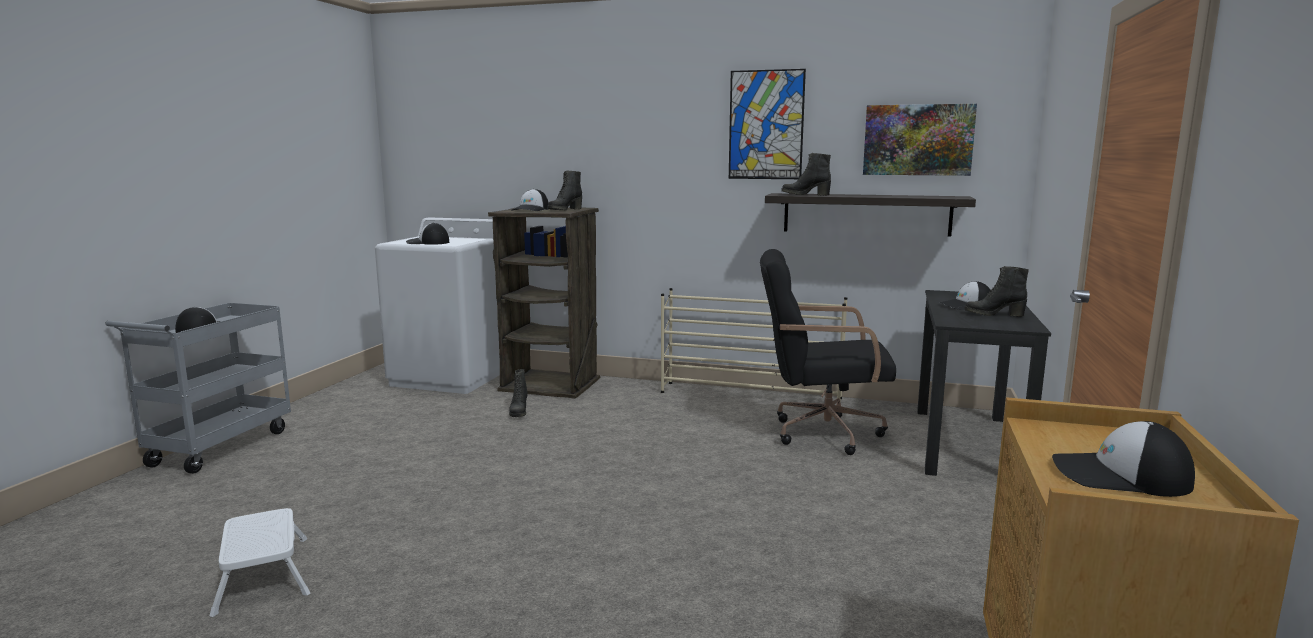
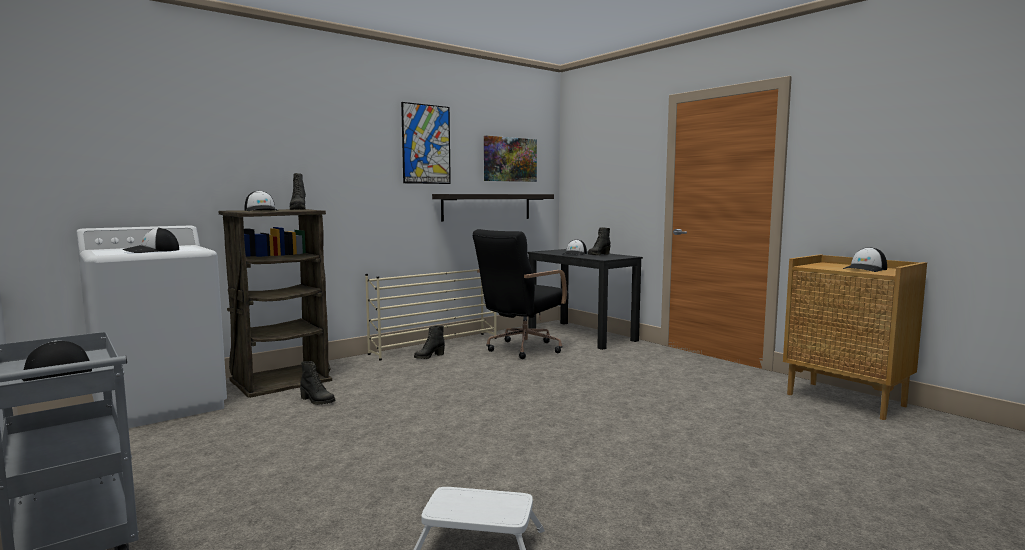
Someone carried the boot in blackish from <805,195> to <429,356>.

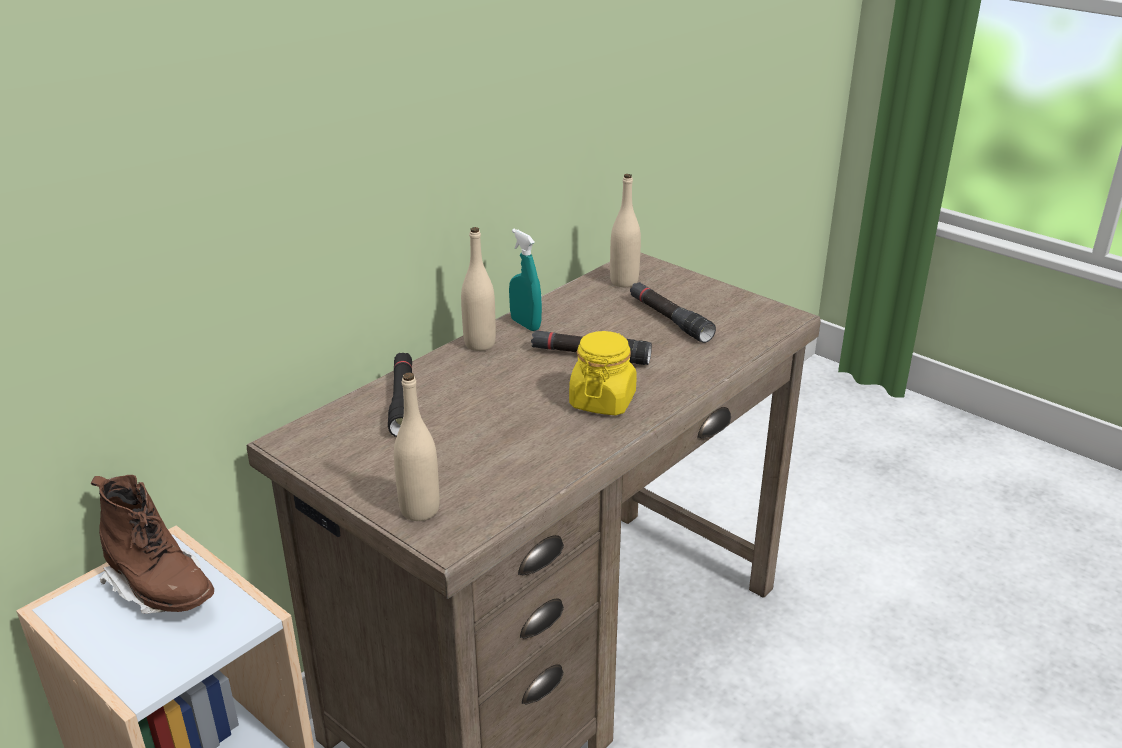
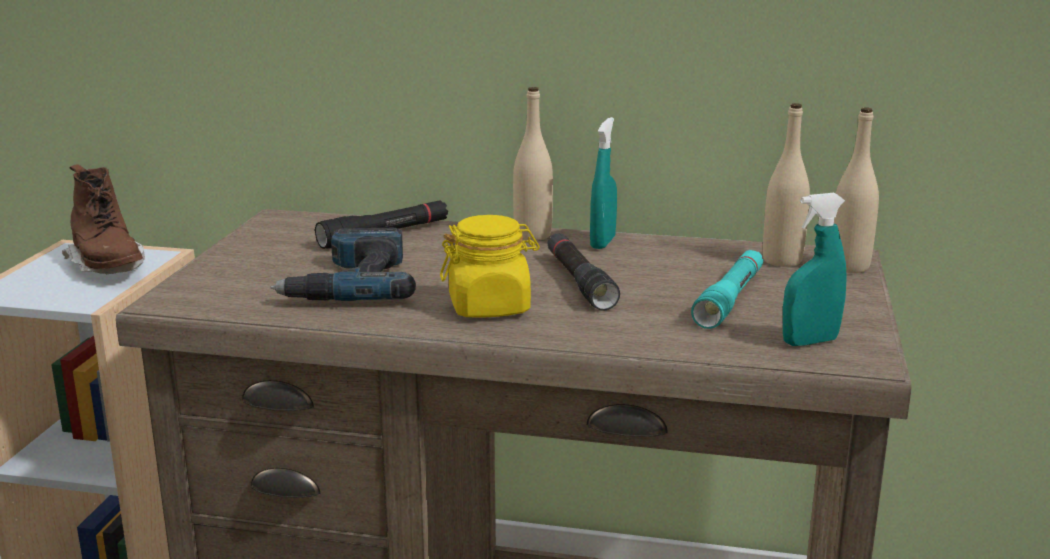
Someone repainted the flashlight in blackish at <669,319>, which became the flashlight in turquoise at <730,300>. Someone carried the drink bottle in beige from <419,510> to <849,267>. Someone rotated the boot in brown-coloured at <160,588> by 45 degrees counterclockwise. Someone put down the hand sprayer in turquoise at <810,341>. Someone put down the power drill at <350,283>.

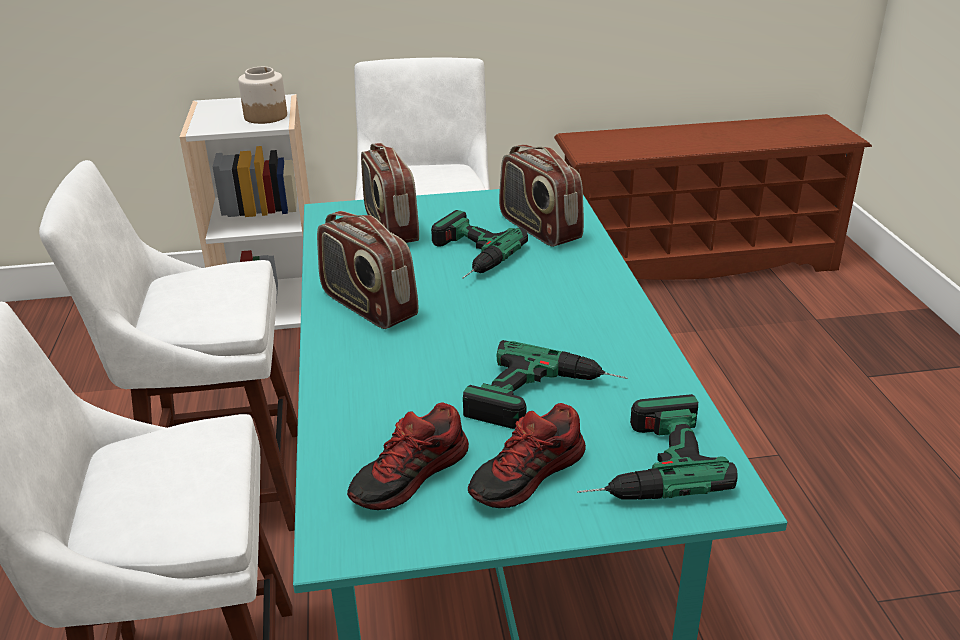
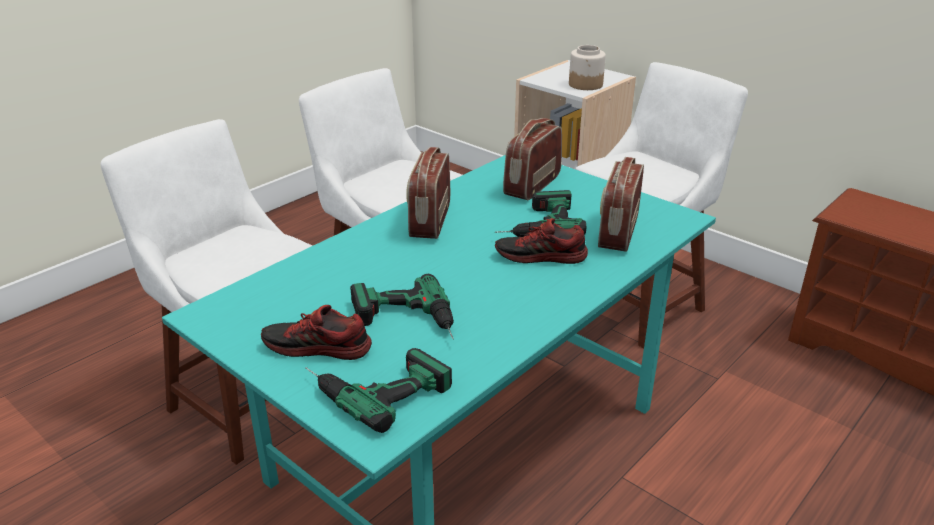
Someone carried the item of footwear from <410,476> to <541,257>.

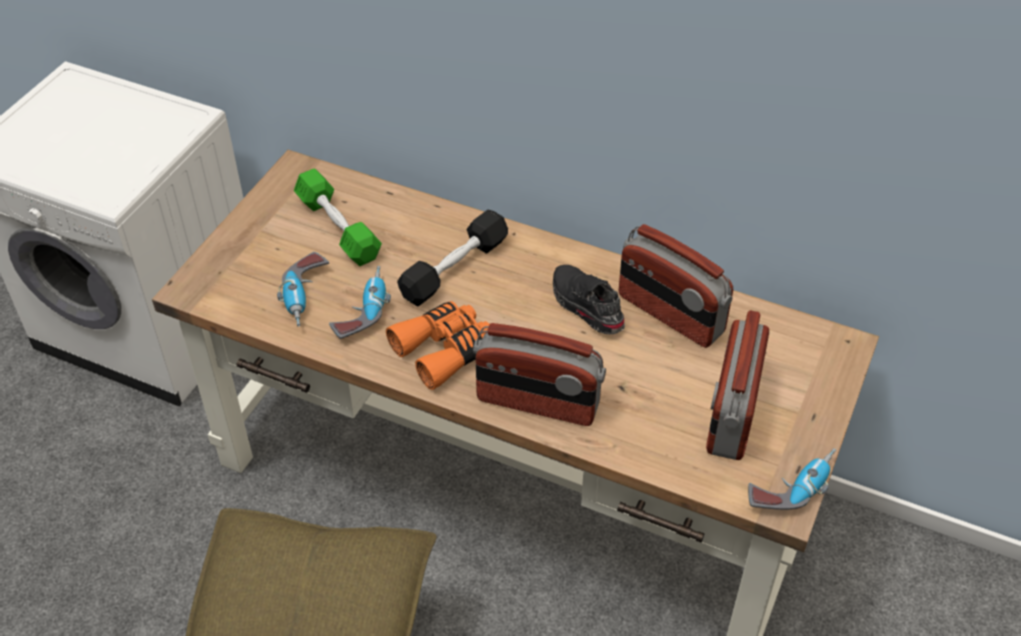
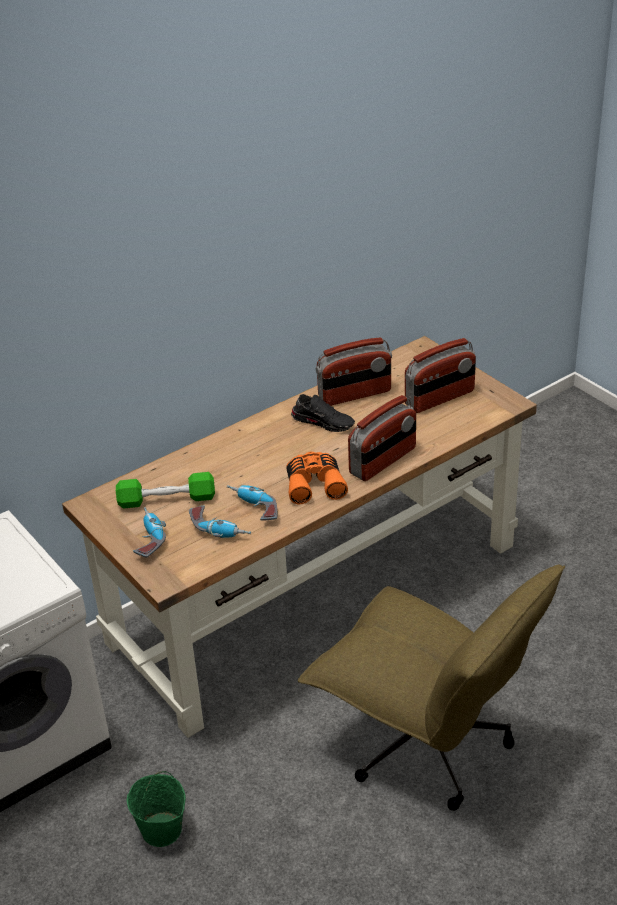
Someone took away the free weight in blackish at <454,269>. Someone rotated the item of footwear in blackish at <585,307> by 150 degrees counterclockwise. Someone rotated the radio receiver at <731,412> by 75 degrees counterclockwise. Someone carried the power drill from <792,486> to <148,539>. Someone put down the pail in green at <162,830>.

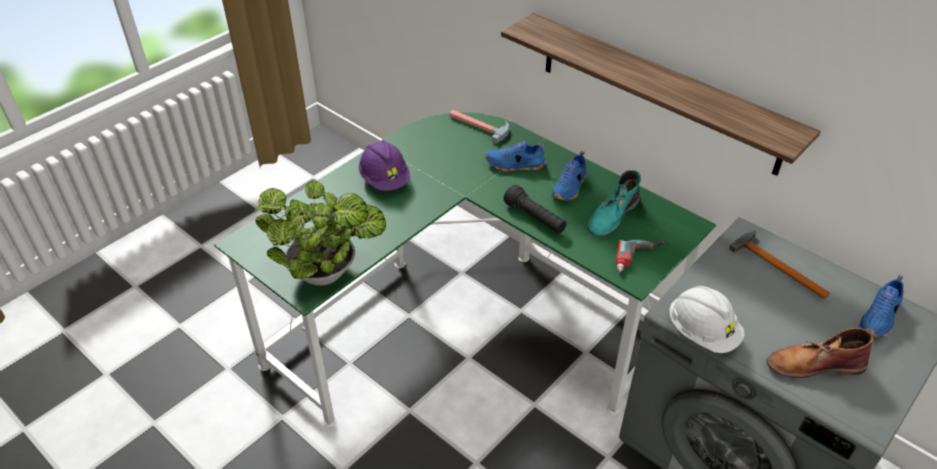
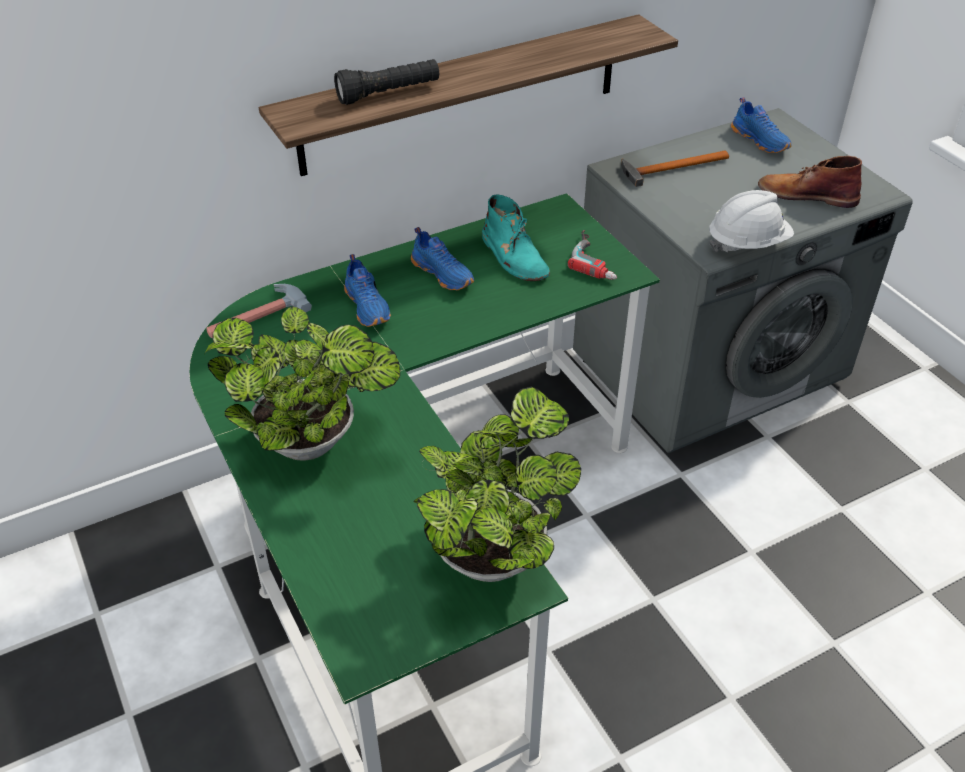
Someone swapped the safety helmet in purplish at <385,180> for the plant in a pot at <314,443>. Someone rotated the item of footwear in bluish at <515,165> by 45 degrees counterclockwise. Someone carried the flashlight in blackish from <535,218> to <389,94>. Someone rotated the boot in brown-coloured at <814,364> by 90 degrees clockwise.

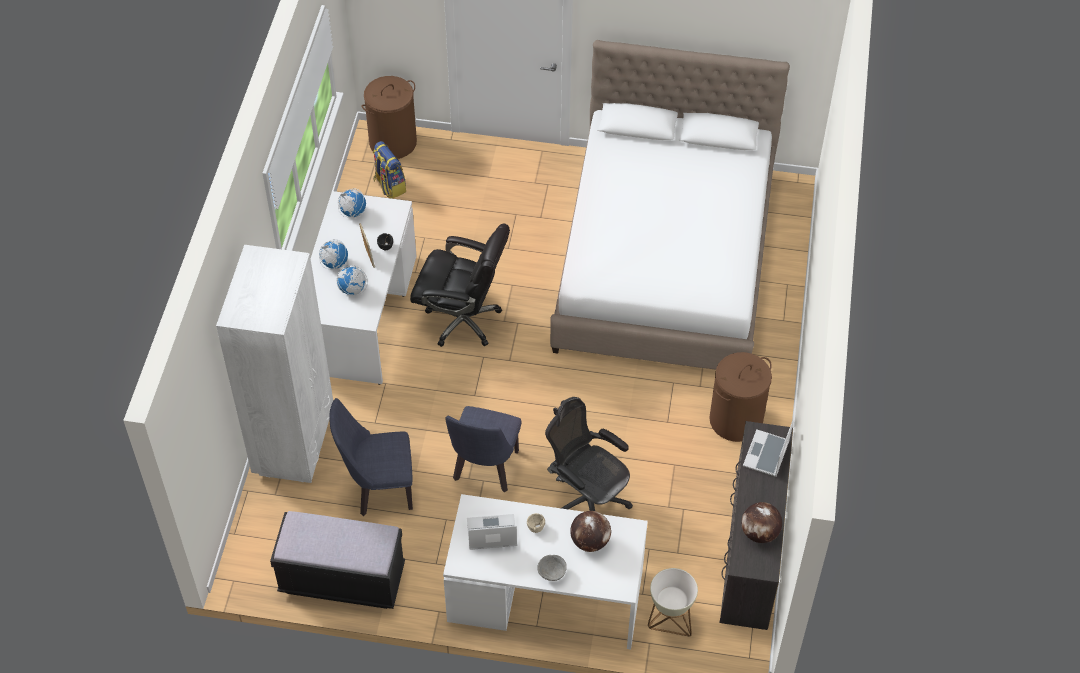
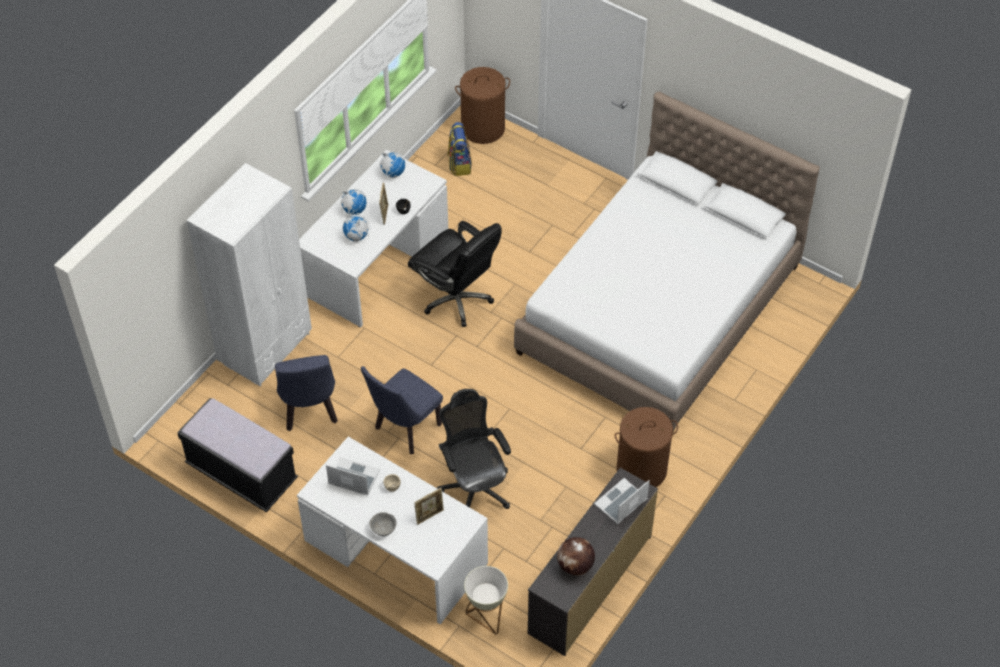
Someone rotated the plain chair in bluish at <378,490> by 120 degrees counterclockwise. Someone swapped the desk globe at <590,541> for the photo frame at <429,516>.

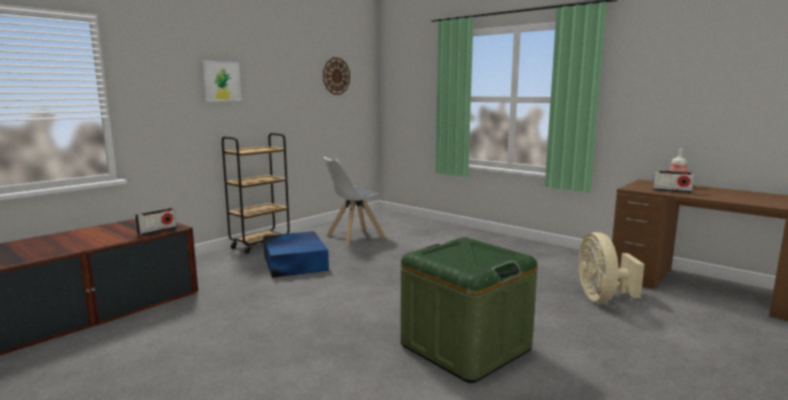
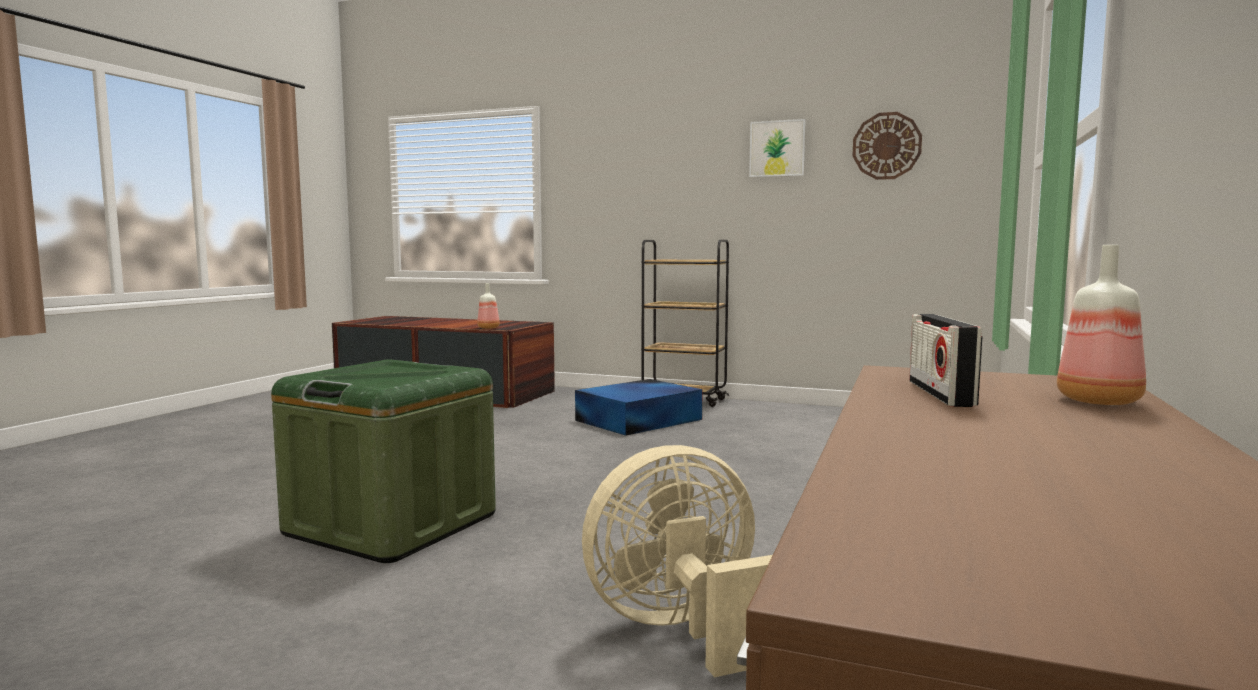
Someone carried the wall picture from <221,81> to <777,148>. Someone took away the plain chair at <354,237>. Someone swapped the radio receiver at <157,231> for the drink bottle at <489,328>.

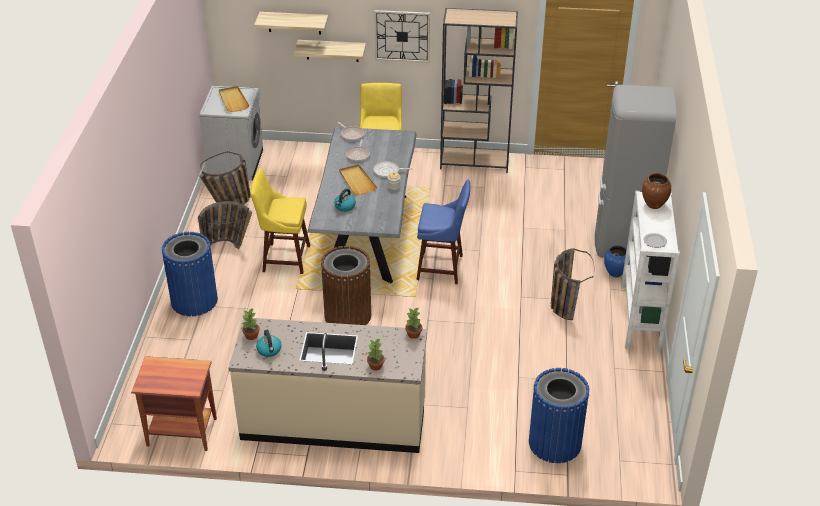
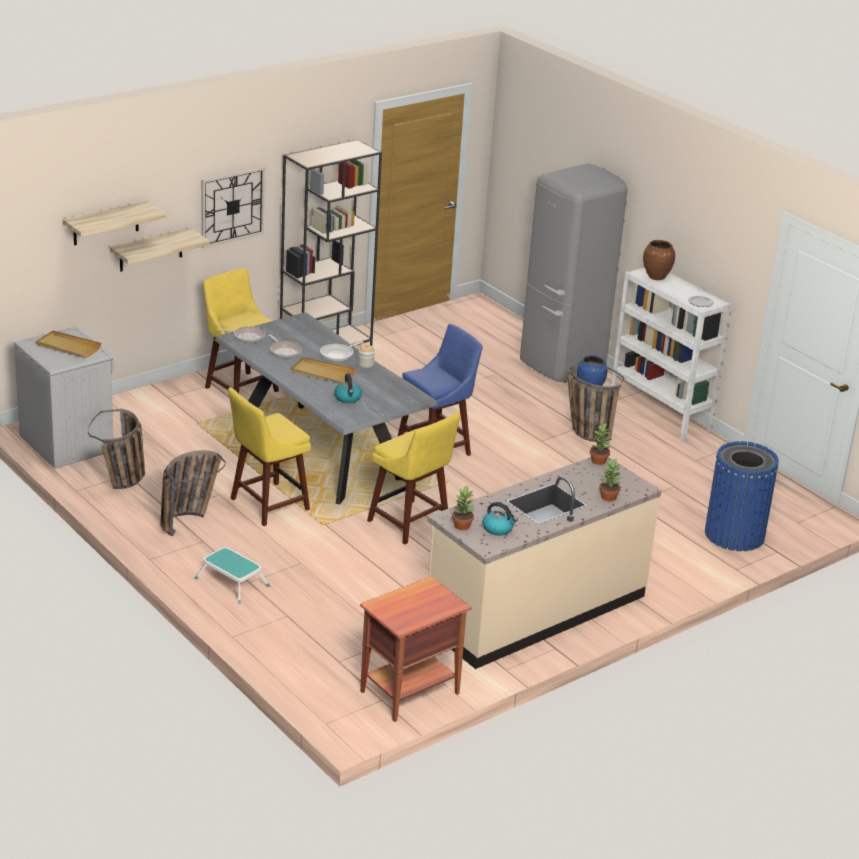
Someone swapped the rubbish bin in bluish at <194,300> for the step ladder in turquoise at <232,582>. Someone swapped the rubbish bin in brown-coloured at <347,315> for the plain chair in yellow at <411,524>.

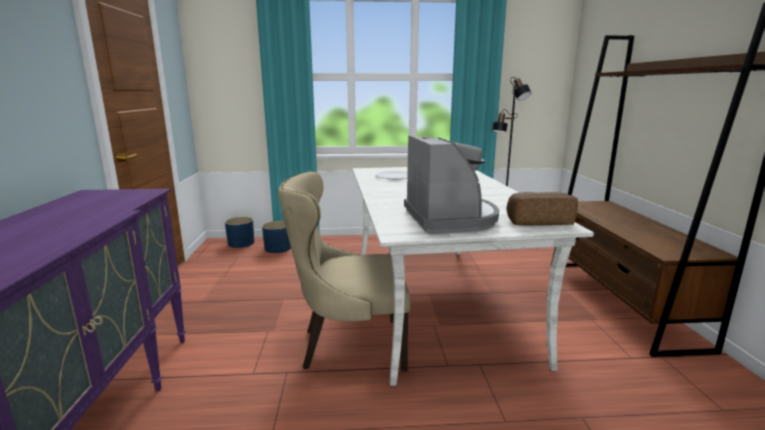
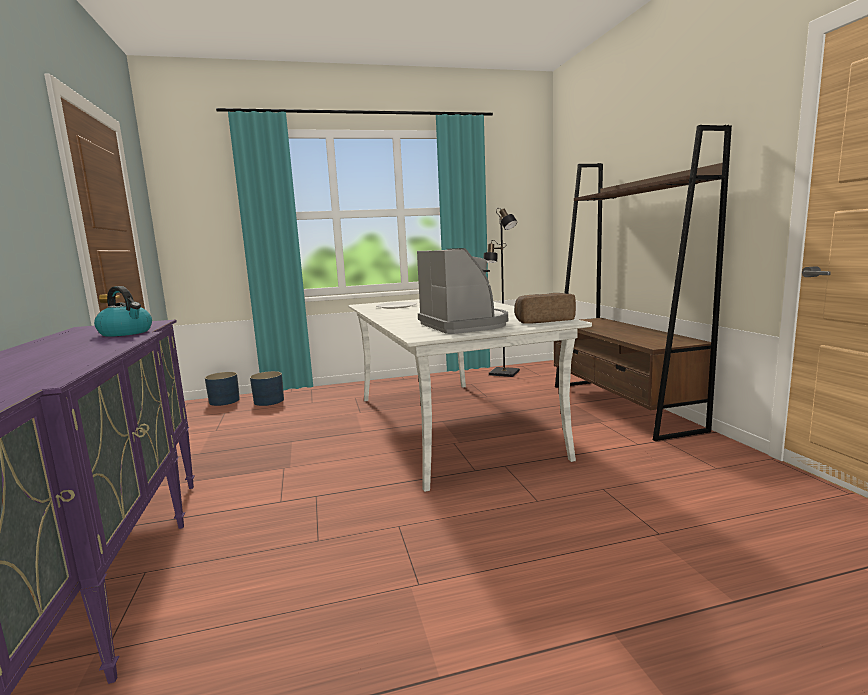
Someone took away the plain chair in beige at <349,346>. Someone put down the water kettle at <126,333>.

